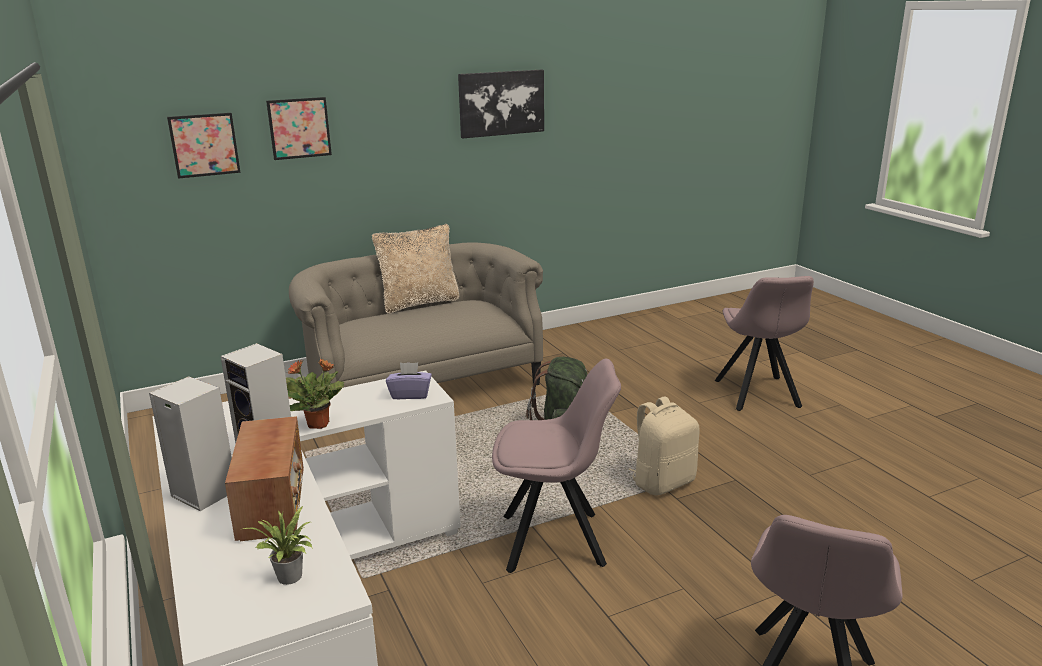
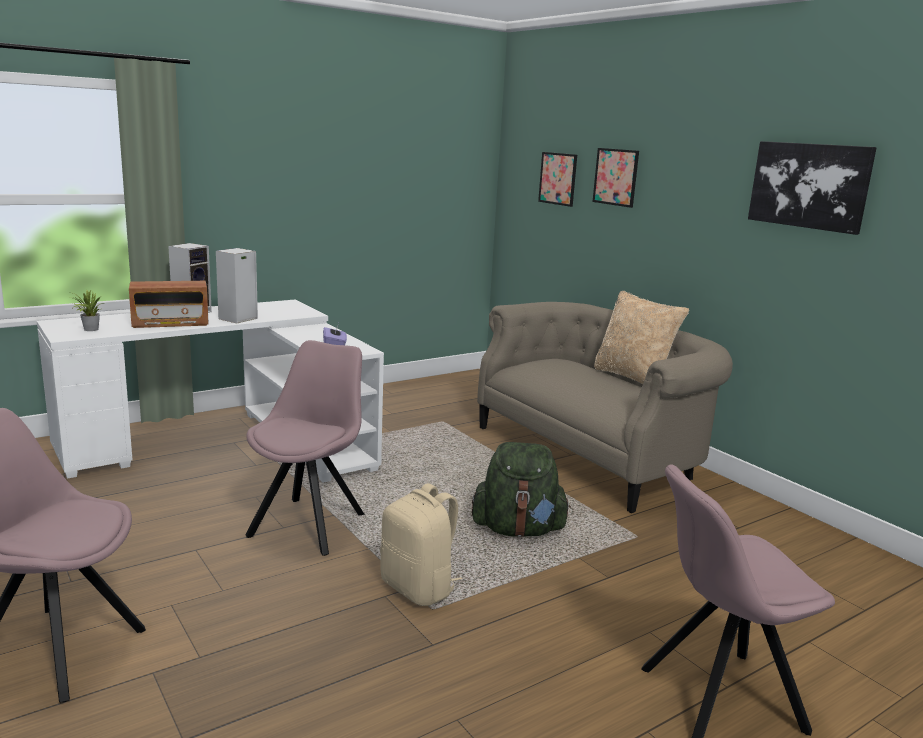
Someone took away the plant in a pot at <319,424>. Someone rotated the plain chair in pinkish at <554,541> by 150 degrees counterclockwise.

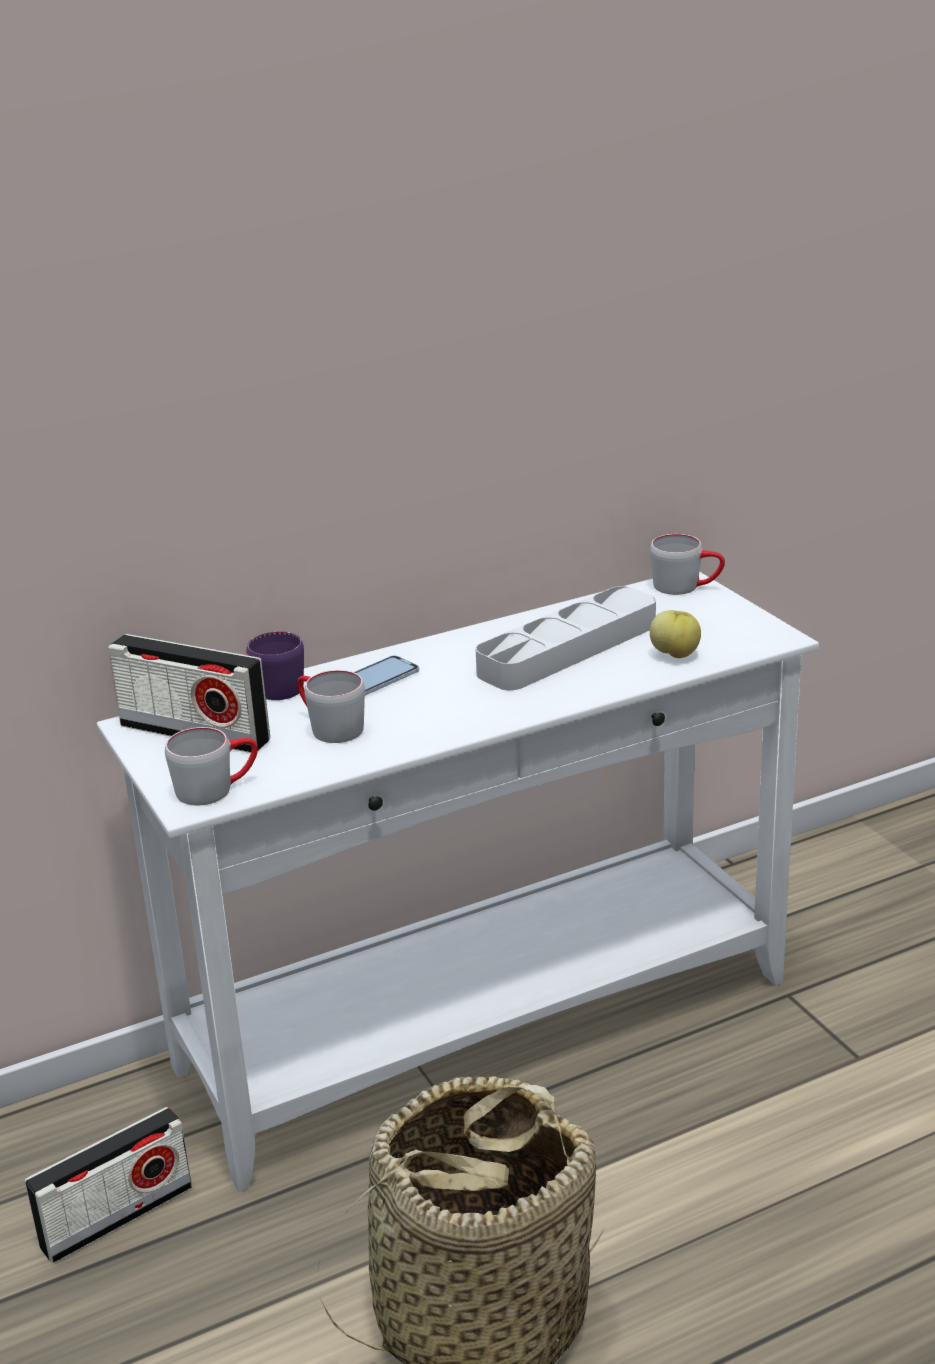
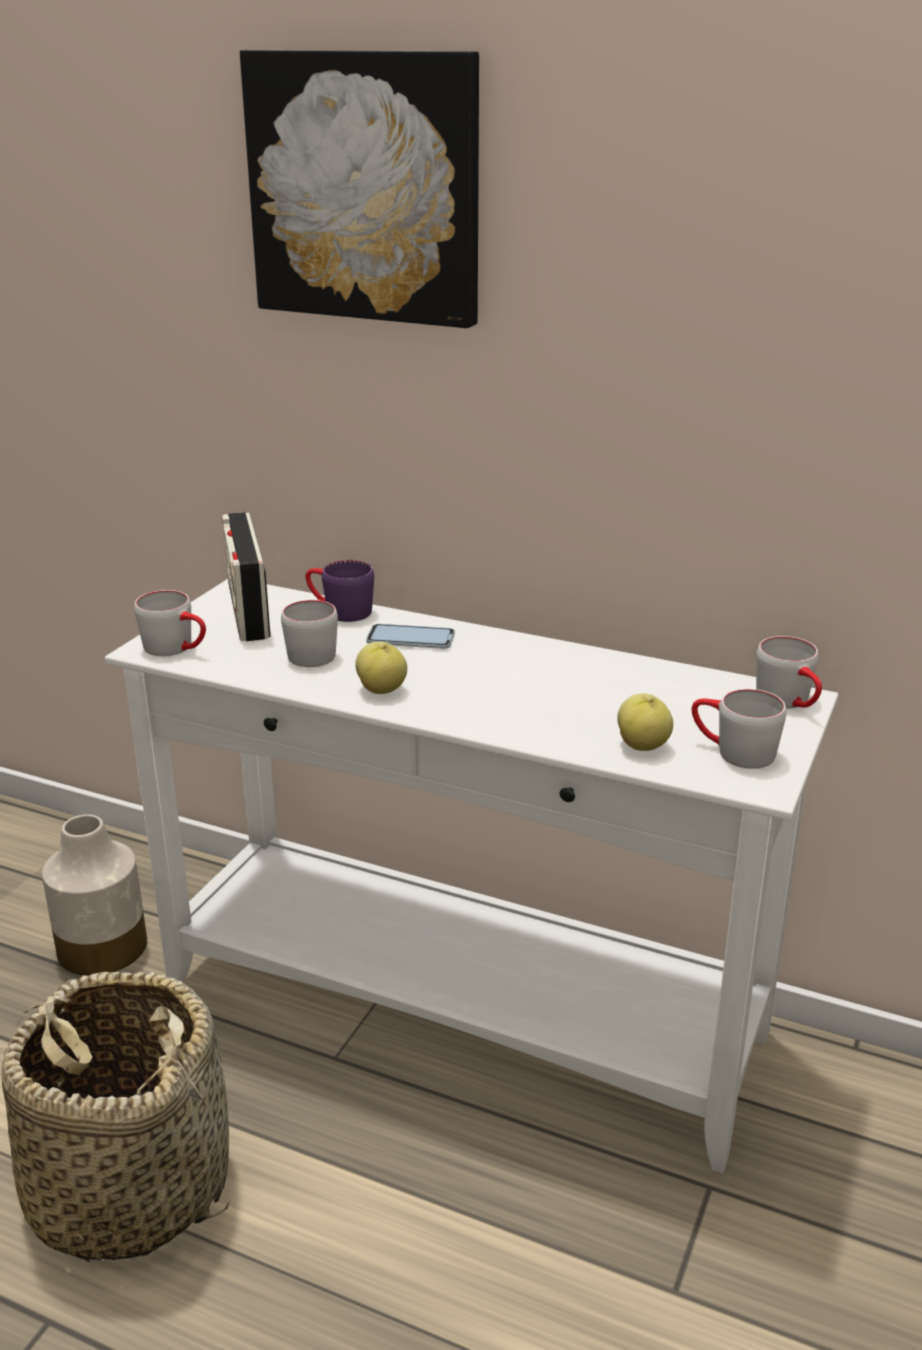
Someone took away the carrying tray in gray at <568,648>. Someone swapped the radio receiver at <117,1216> for the flower vase in beige at <103,945>. Someone put up the wall picture at <367,188>. Someone put down the apple fruit at <382,689>. Someone put down the mug in gray at <732,751>.

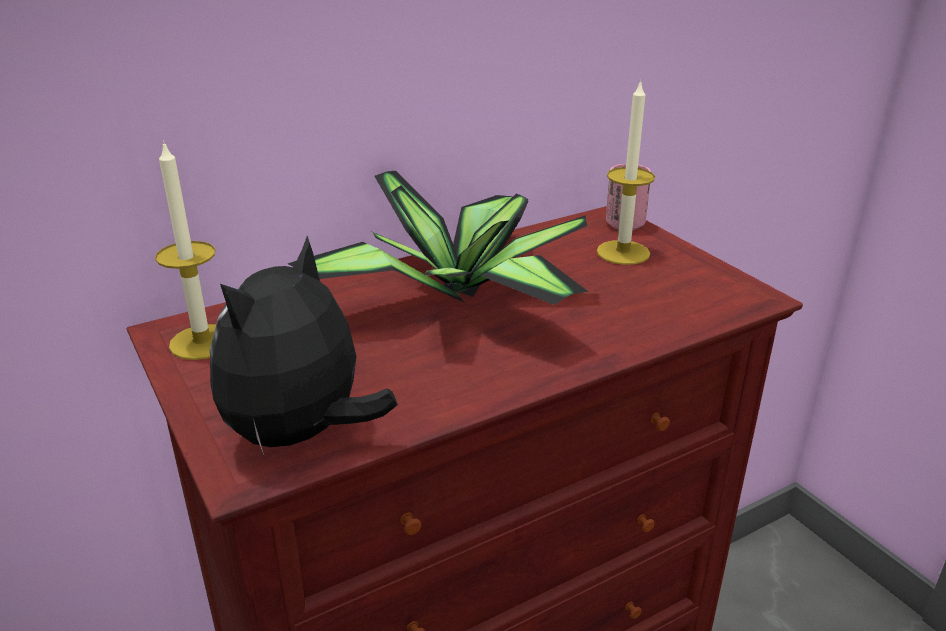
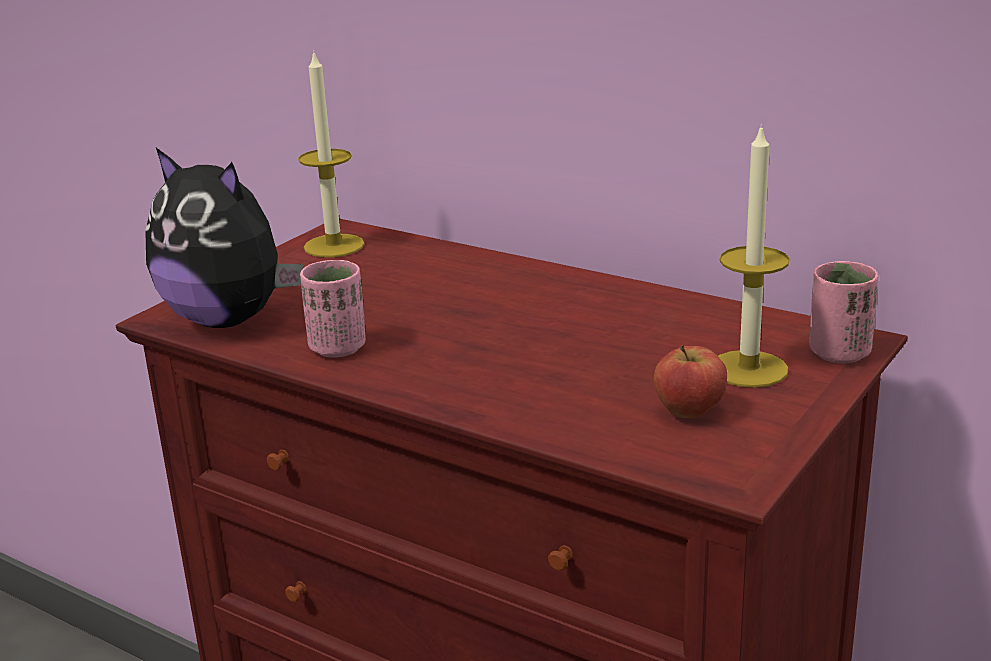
Someone took away the plant in a pot at <461,296>. Someone rotated the soft toy at <301,435> by 150 degrees counterclockwise. Someone put down the small cup in pinkish at <338,348>. Someone put down the apple fruit at <690,412>.

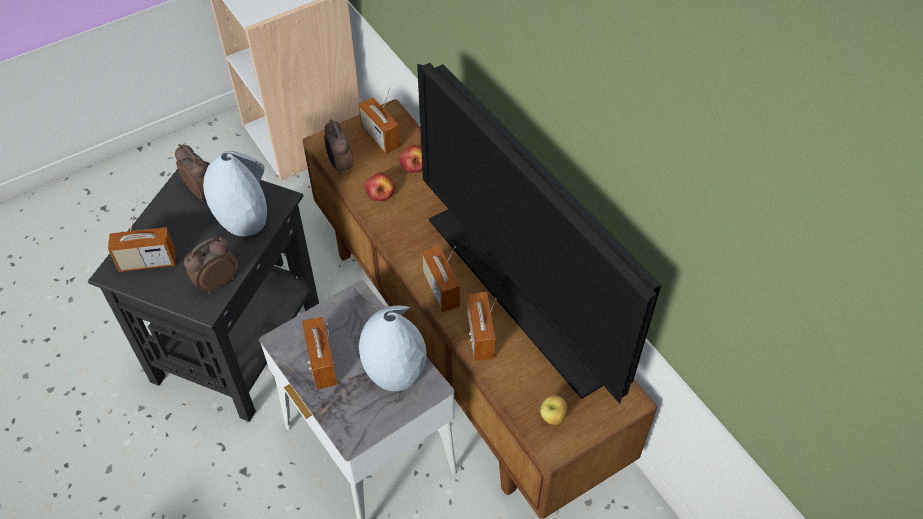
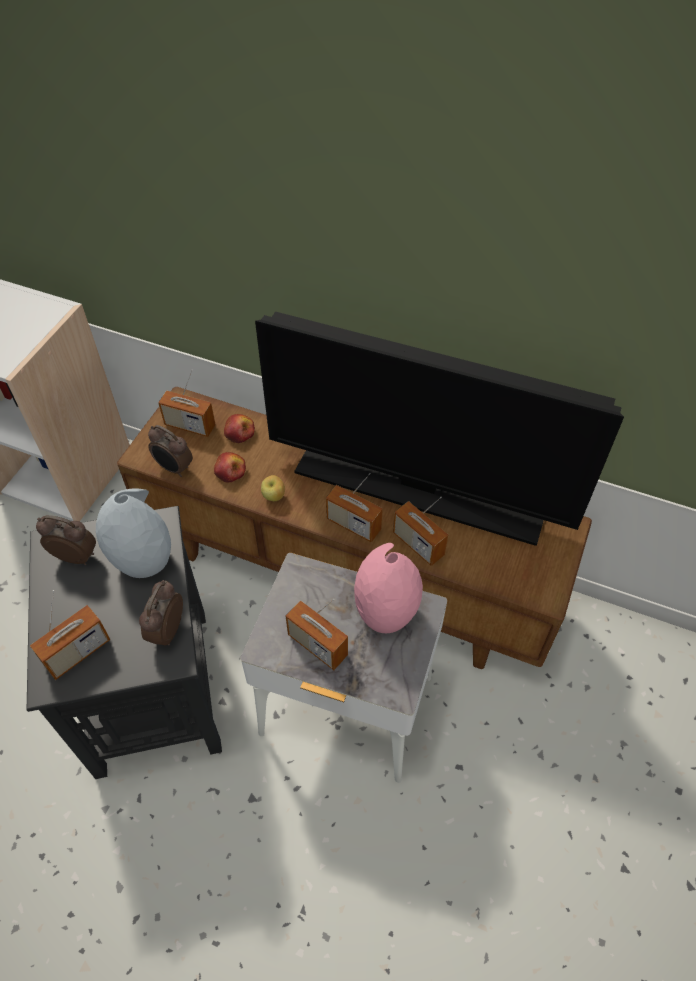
Someone repainted the flower vase in gray at <394,371>, which became the flower vase in pinkish at <384,612>. Someone carried the apple fruit from <553,417> to <274,496>.

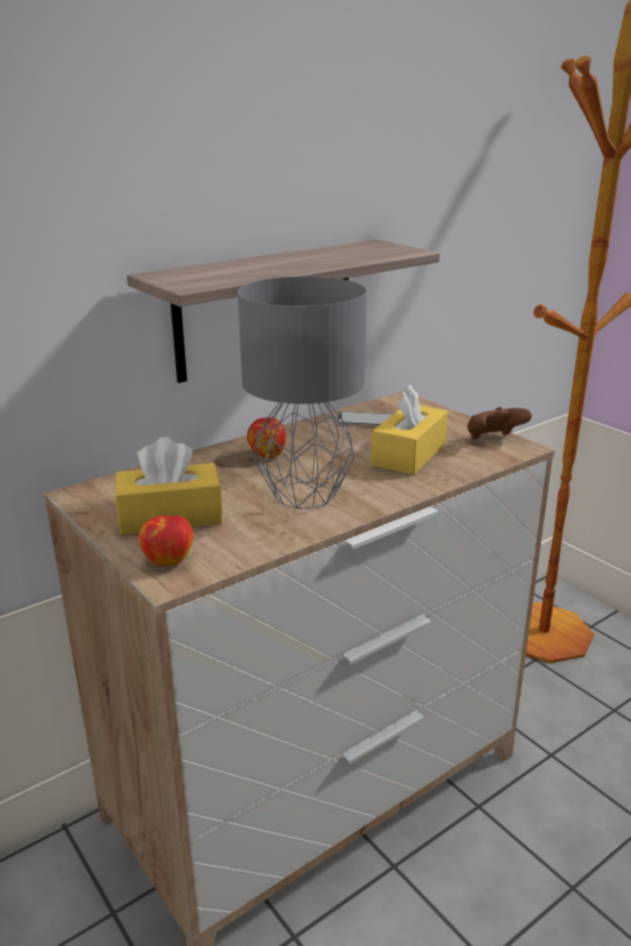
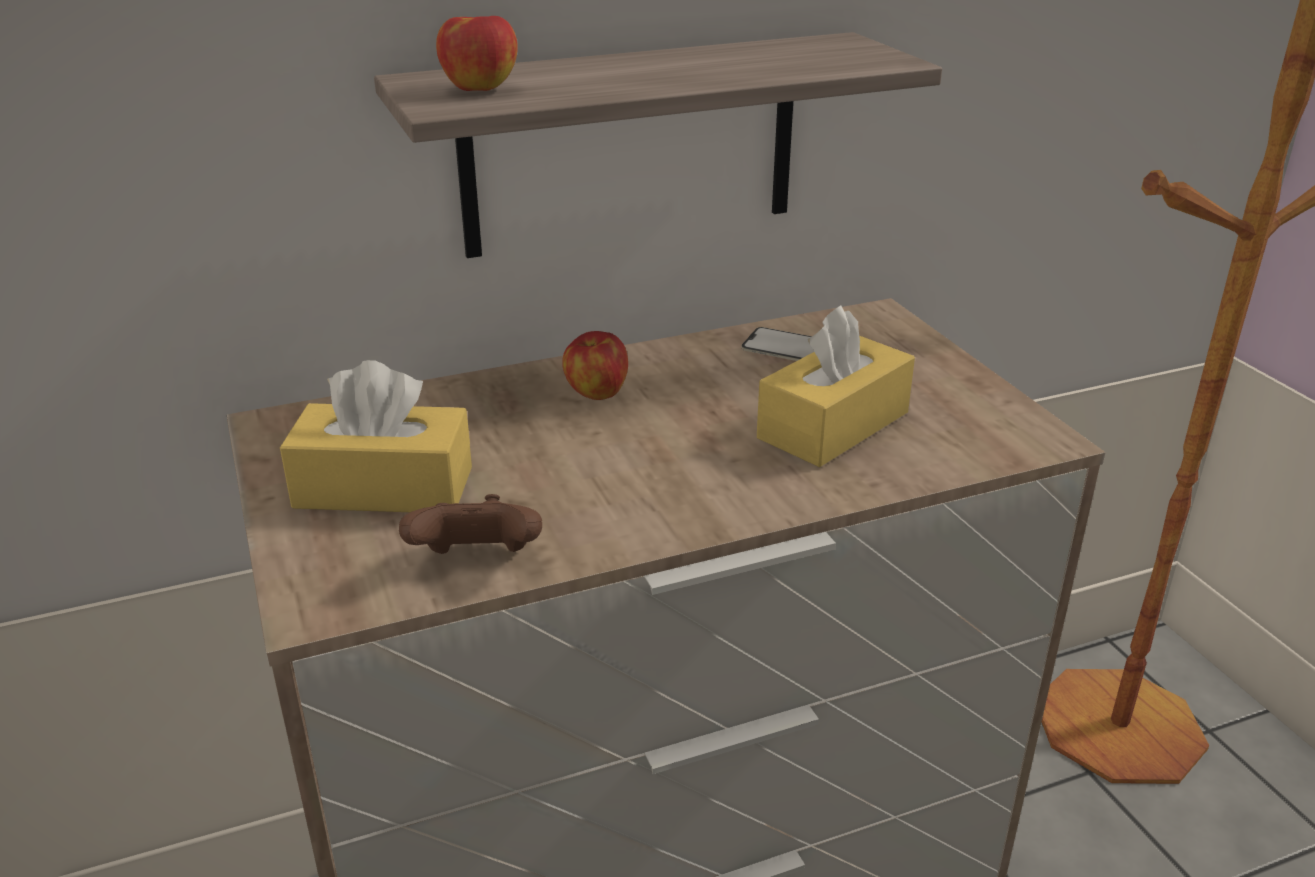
Someone took away the tabletop lamp in gray at <305,496>. Someone carried the joypad in brown-coloured from <493,440> to <477,562>. Someone carried the apple fruit from <168,560> to <480,88>.

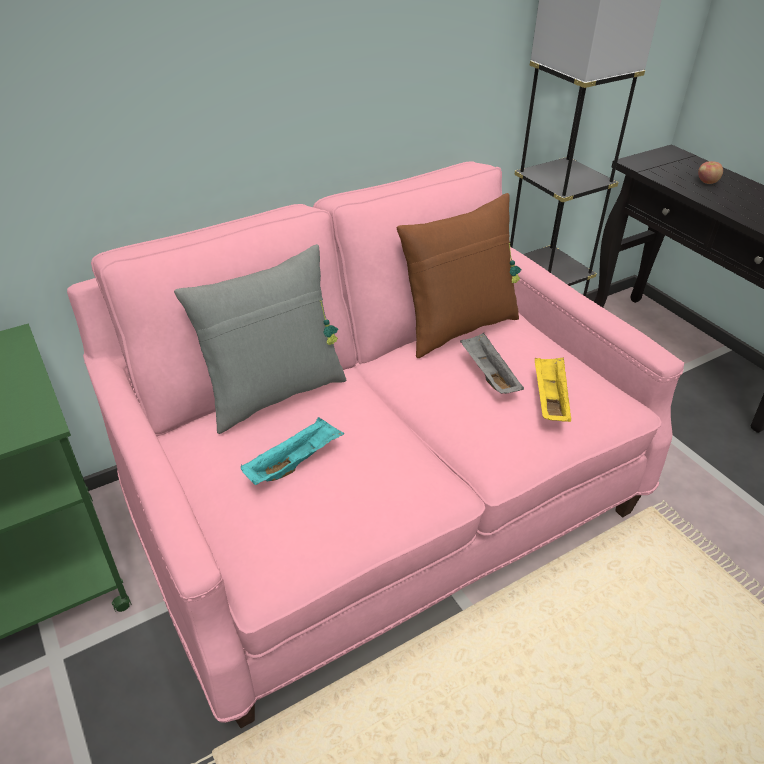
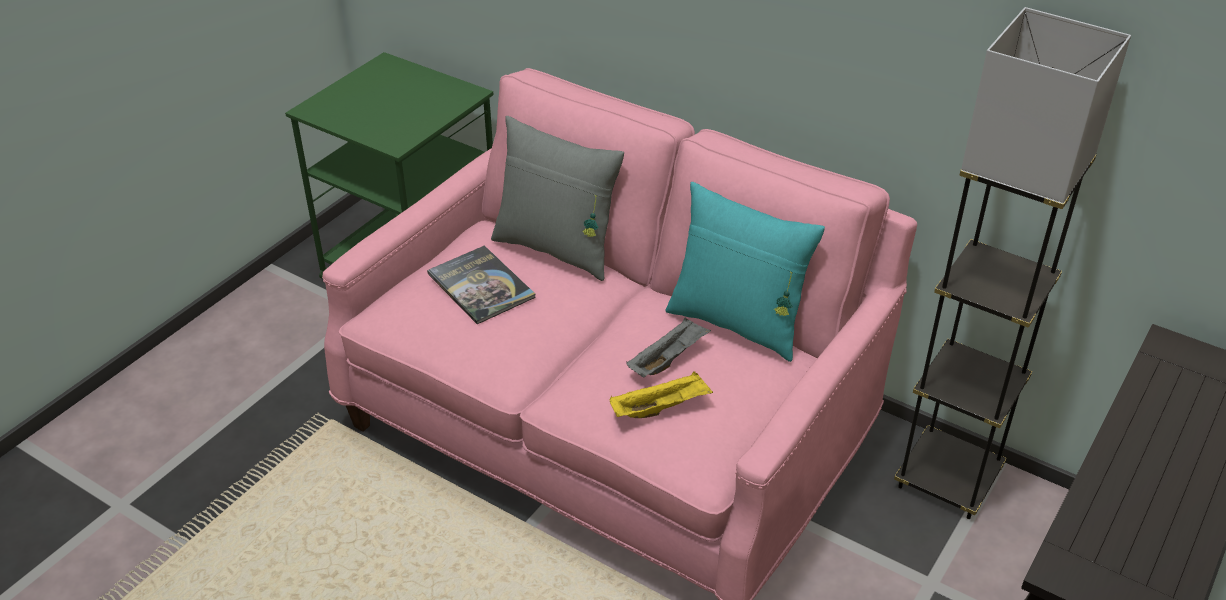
Someone took away the apple fruit at <707,182>. Someone repainted the throw pillow in brown-coloured at <457,329>, which became the throw pillow in turquoise at <736,324>. Someone swapped the carrying tray in turquoise at <294,463> for the book at <481,286>.

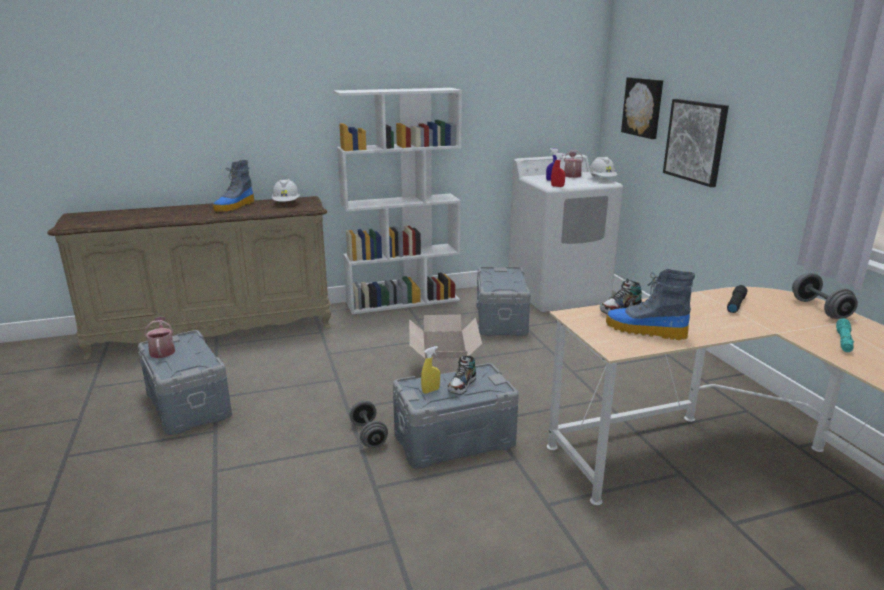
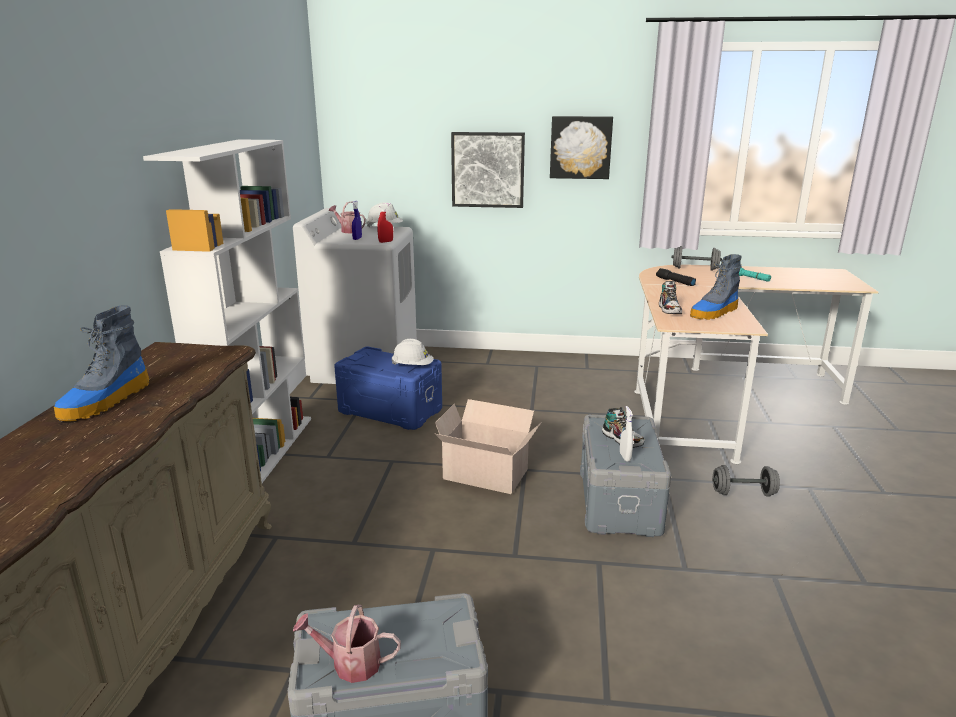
Someone carried the wall picture from <643,107> to <580,147>. Someone rotated the boot at <235,206> by 60 degrees clockwise. Someone carried the safety helmet in white-coloured from <286,203> to <412,366>. Someone repainted the storage bin in gray at <502,320>, which became the storage bin in bluish at <391,410>. Someone repainted the hand sprayer in yellow at <430,390>, which became the hand sprayer in white-coloured at <625,457>. Someone carried the free weight in gray from <368,435> to <743,493>.

